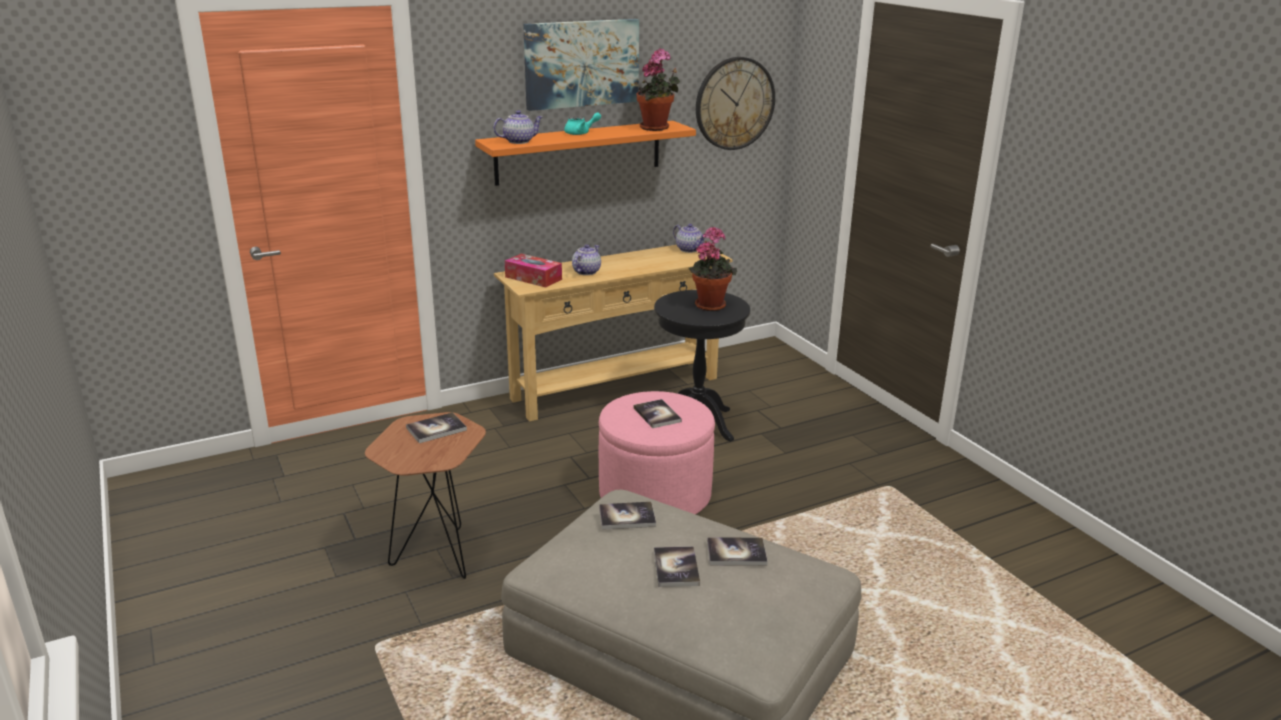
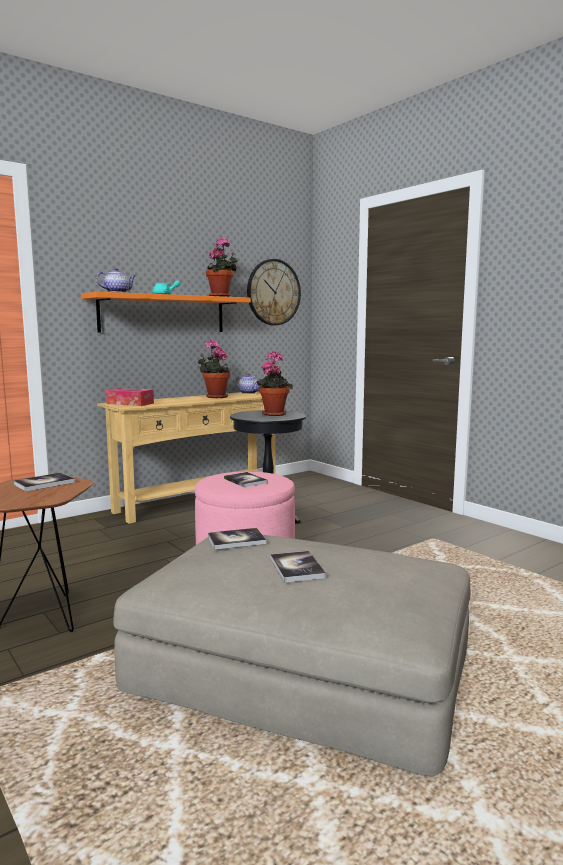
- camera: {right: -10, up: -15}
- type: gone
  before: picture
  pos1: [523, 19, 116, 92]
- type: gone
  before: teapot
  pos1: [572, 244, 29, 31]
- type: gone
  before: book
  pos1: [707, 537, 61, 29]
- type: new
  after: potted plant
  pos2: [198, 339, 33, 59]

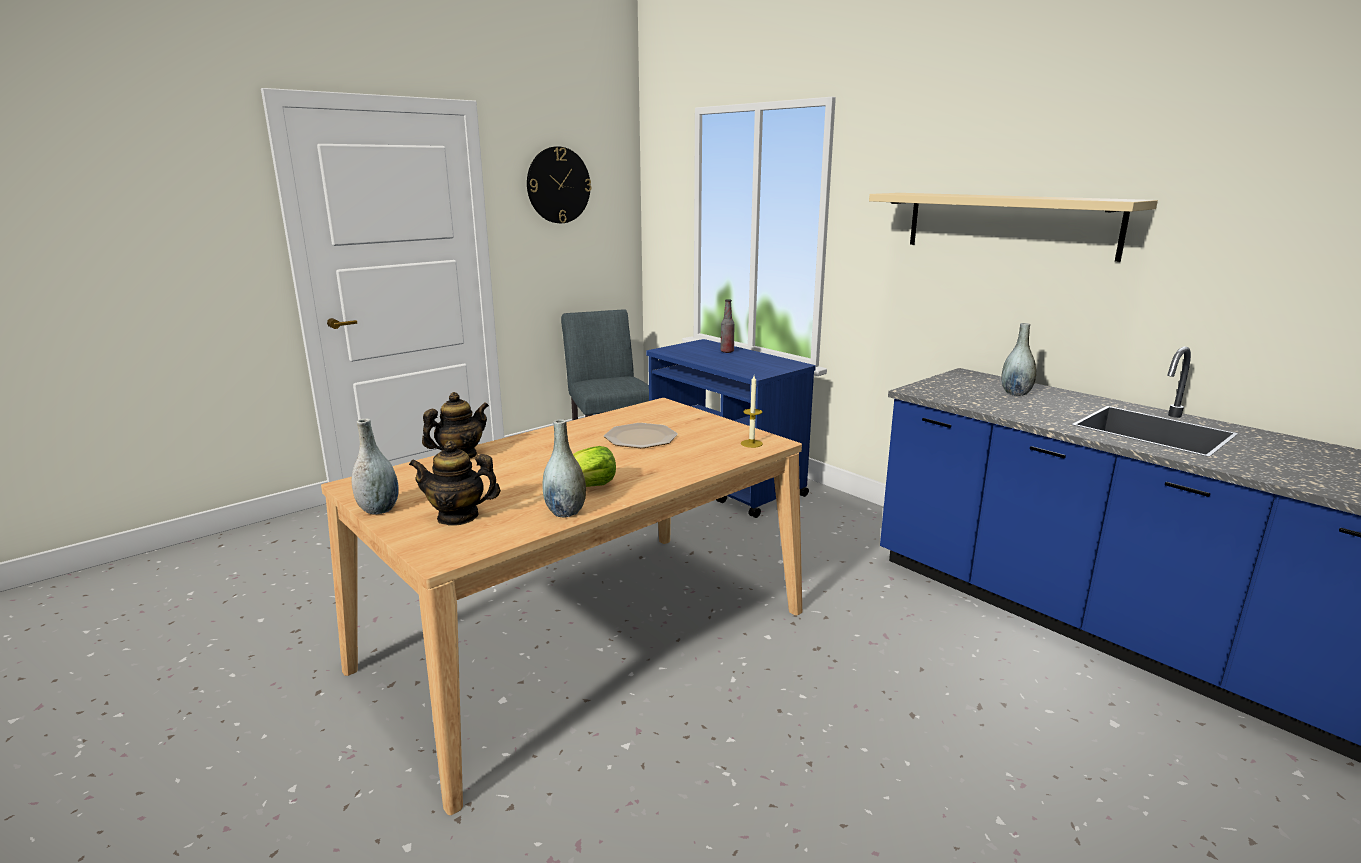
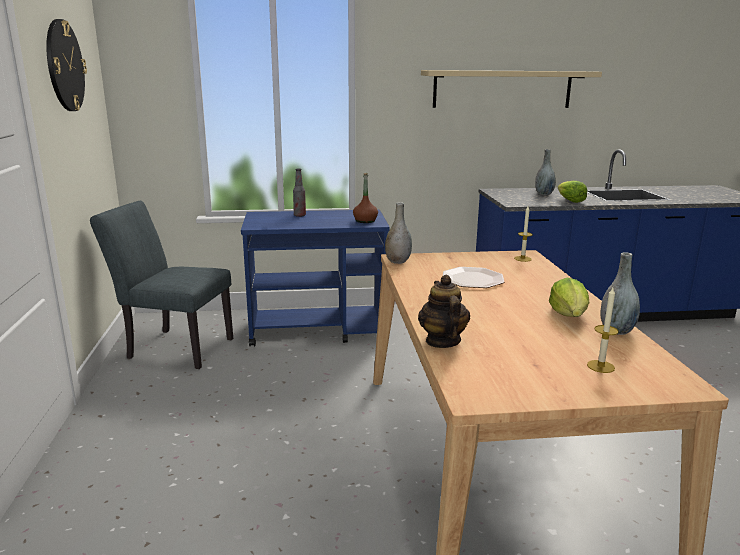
- camera: {right: -55, up: 0}
- type: shifted
  before: grey vase
  pos1: [351, 418, 48, 96]
  pos2: [385, 202, 27, 62]
- type: swapped
  before: teapot
  after: candle
  pos1: [409, 441, 92, 85]
  pos2: [587, 288, 32, 85]
- type: new
  after: brown bottle
  pos2: [353, 173, 25, 50]
- type: new
  after: lettuce
  pos2: [558, 181, 29, 22]

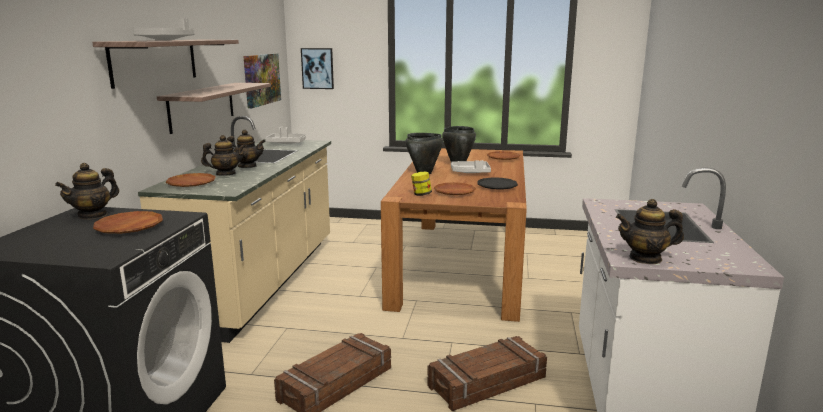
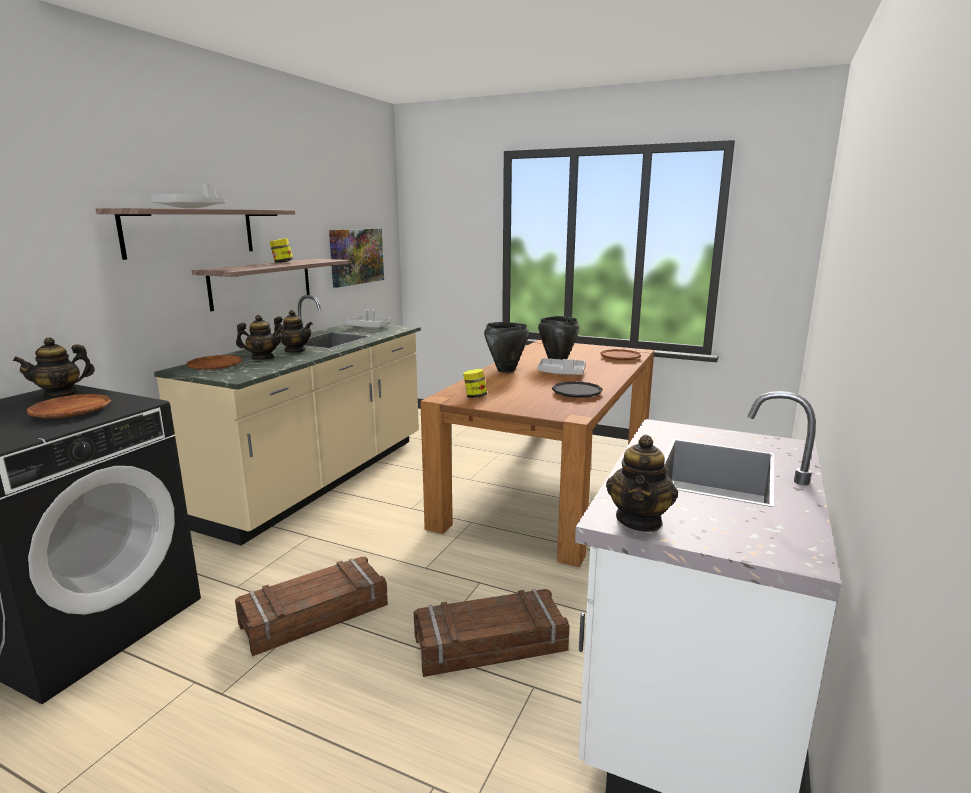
- camera: {right: 15, up: 0}
- type: gone
  before: picture
  pos1: [301, 48, 33, 41]
- type: gone
  before: brown plate
  pos1: [434, 182, 42, 13]
- type: rotated
  before: teapot
  pos1: [616, 199, 68, 65]
  pos2: [606, 434, 72, 98]
  turn: -90
- type: new
  after: jar
  pos2: [269, 238, 24, 25]

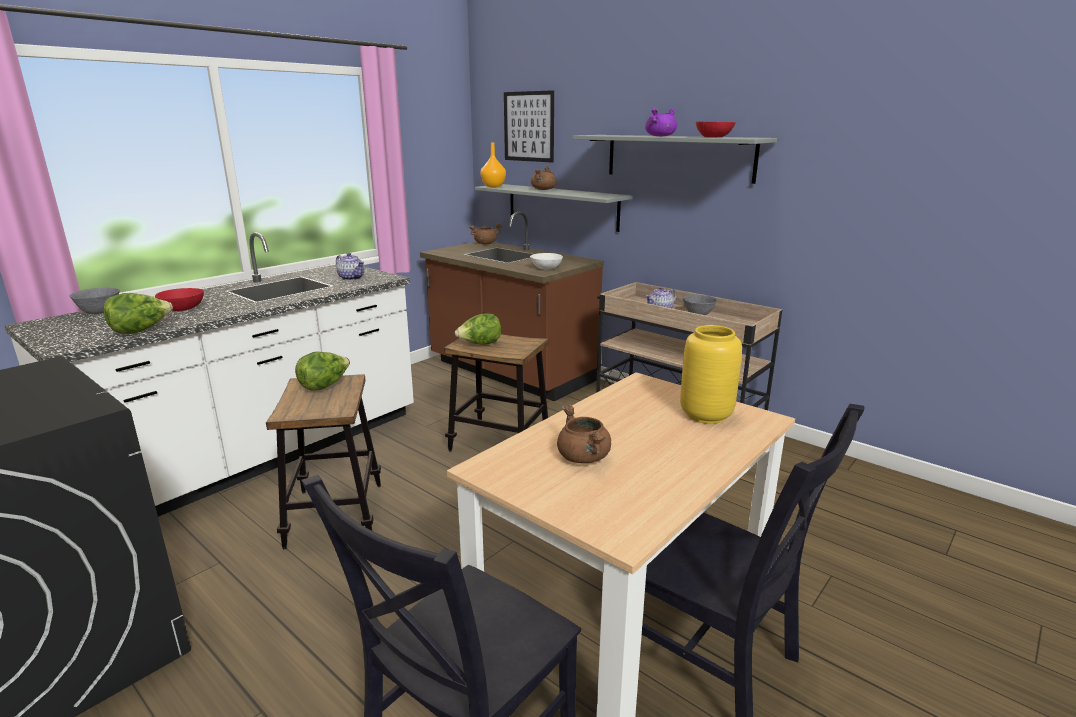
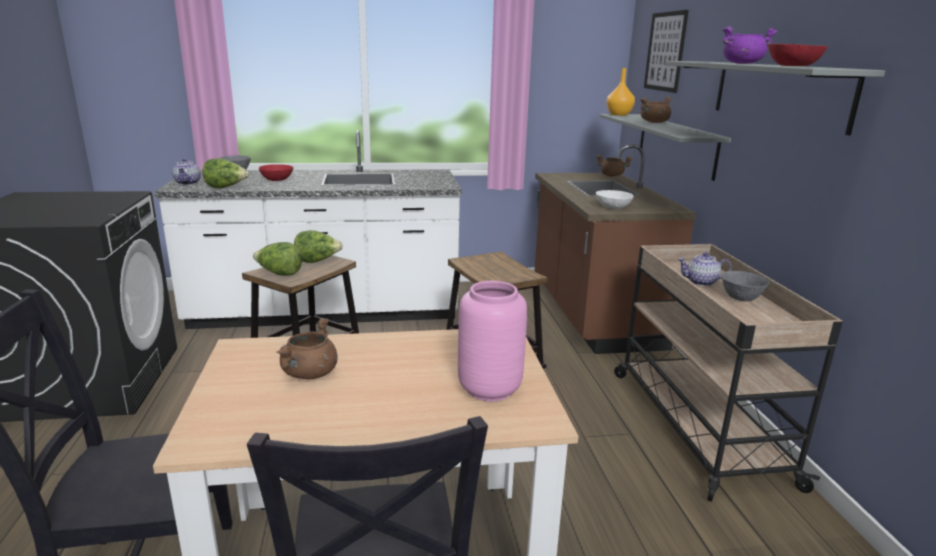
- camera: {right: 40, up: 0}
- type: shifted
  before: teapot
  pos1: [336, 253, 28, 28]
  pos2: [172, 158, 29, 27]
- type: shifted
  before: lettuce
  pos1: [455, 313, 46, 32]
  pos2: [253, 242, 49, 34]
- type: repainted
  before: yellow vase
  after: pink vase
  pos1: [680, 325, 62, 99]
  pos2: [458, 281, 69, 120]

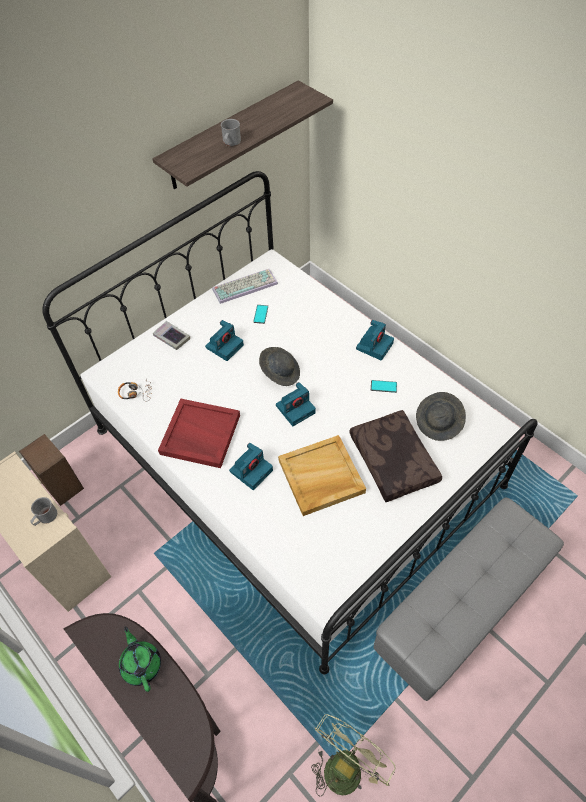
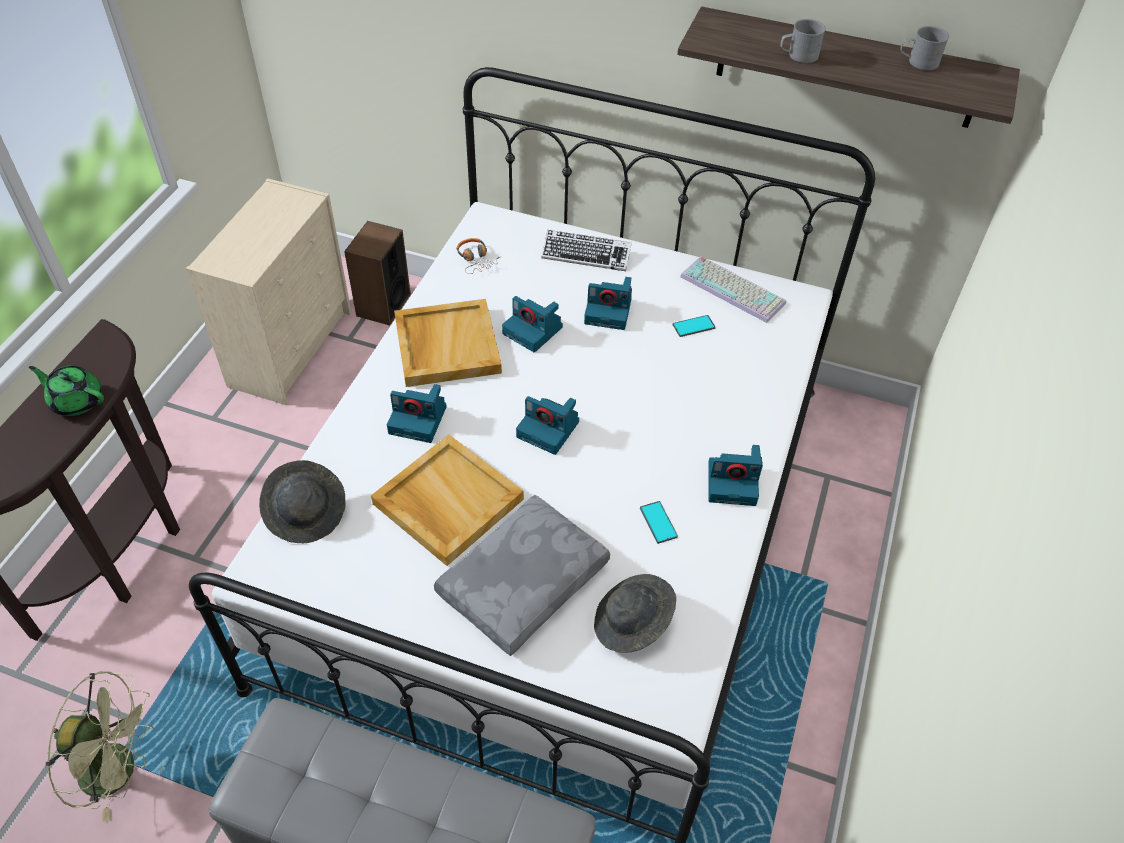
- camera: {right: 60, up: -5}
- type: shifted
  before: grey mug
  pos1: [30, 497, 27, 29]
  pos2: [901, 26, 48, 44]
- type: rotated
  before: green teapot
  pos1: [119, 626, 42, 66]
  pos2: [29, 366, 75, 50]
  turn: -105
- type: swapped
  before: book
  after: keyboard
  pos1: [153, 321, 37, 29]
  pos2: [541, 230, 91, 41]
- type: repainted
  before: red tray
  after: beige tray
  pos1: [158, 398, 82, 70]
  pos2: [394, 299, 108, 88]
- type: shifted
  before: grey hat
  pos1: [259, 347, 41, 39]
  pos2: [259, 460, 87, 83]
- type: repainted
  before: brown pillow
  after: grey pillow
  pos1: [349, 410, 93, 92]
  pos2: [434, 495, 176, 161]
- type: new
  after: photo camera
  pos2: [502, 296, 61, 56]

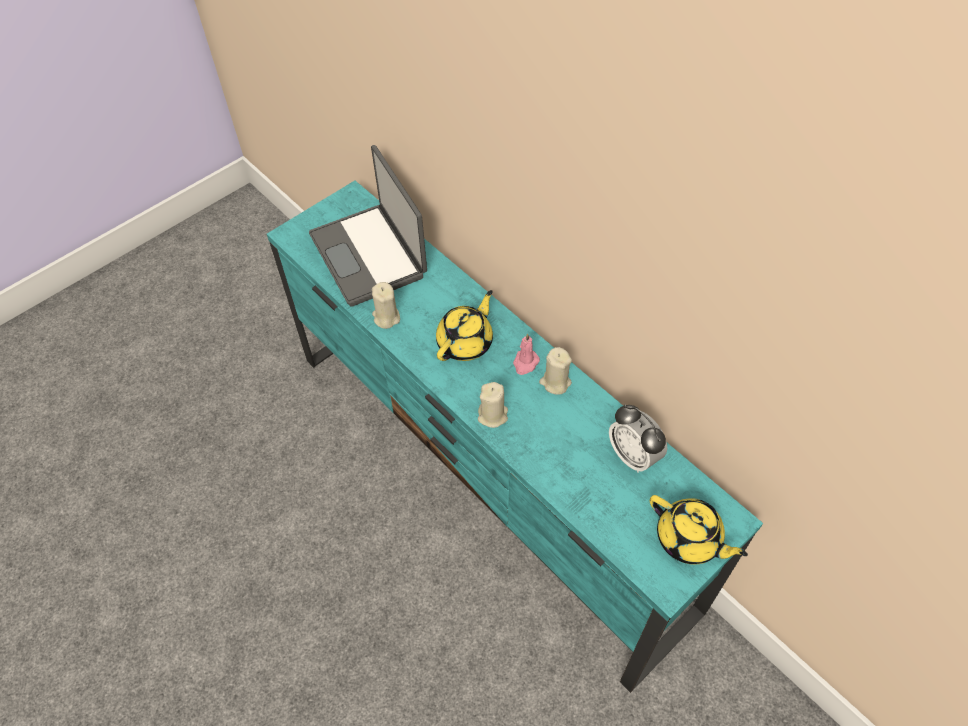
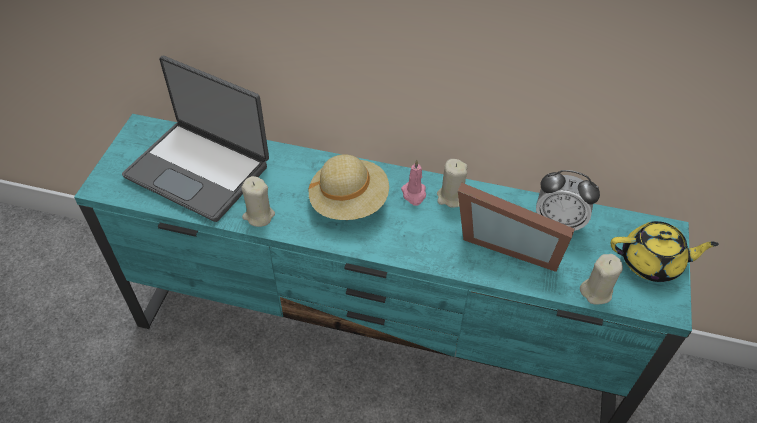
- camera: {right: -35, up: -5}
- type: swapped
  before: yellow teapot
  after: beige hat
  pos1: [436, 290, 57, 71]
  pos2: [308, 154, 81, 66]
- type: shifted
  before: beige candle
  pos1: [478, 382, 30, 46]
  pos2: [580, 254, 43, 50]
- type: new
  after: picture frame
  pos2: [458, 183, 117, 89]

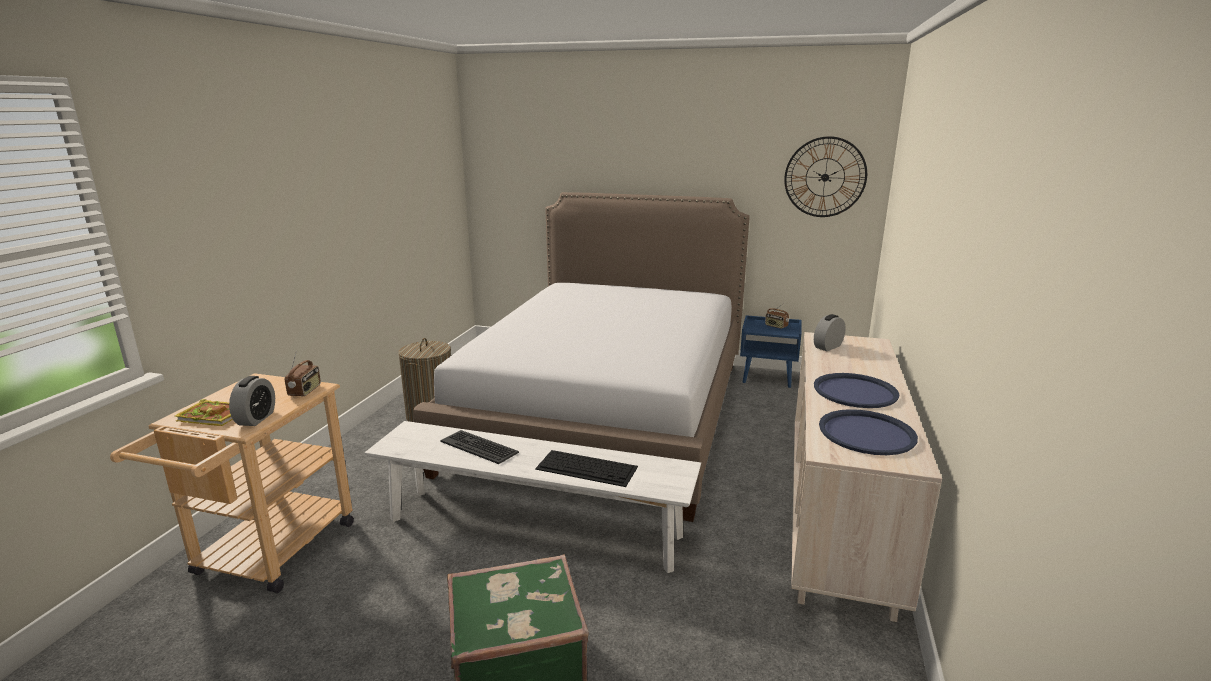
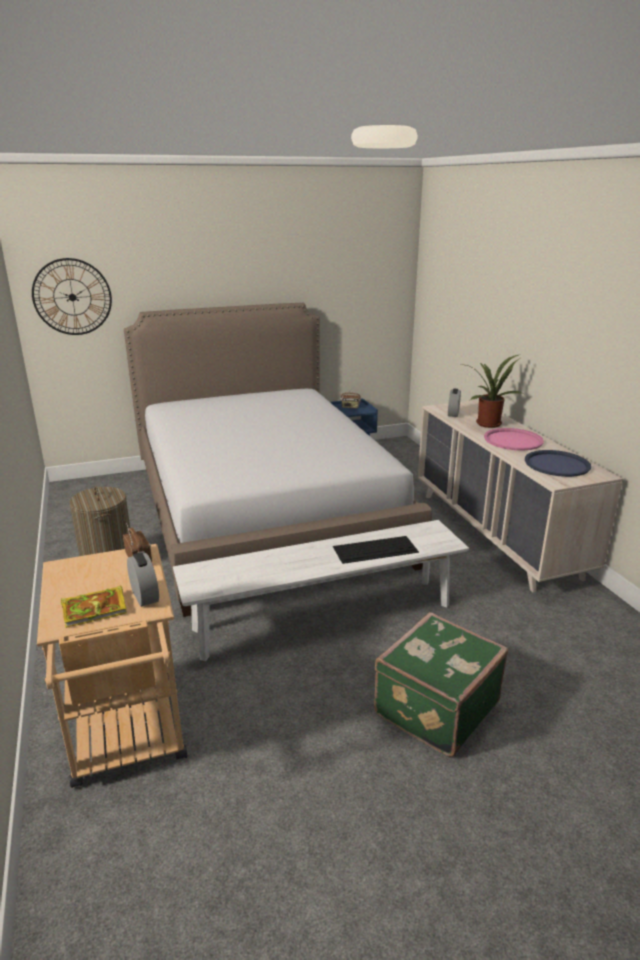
- camera: {right: -35, up: 5}
- type: gone
  before: keyboard
  pos1: [440, 430, 79, 34]
- type: shifted
  before: wall clock
  pos1: [784, 136, 83, 81]
  pos2: [32, 258, 80, 77]
- type: repainted
  before: blue tray
  after: pink tray
  pos1: [814, 373, 85, 35]
  pos2: [484, 428, 60, 22]
- type: new
  after: potted plant
  pos2: [459, 355, 65, 73]

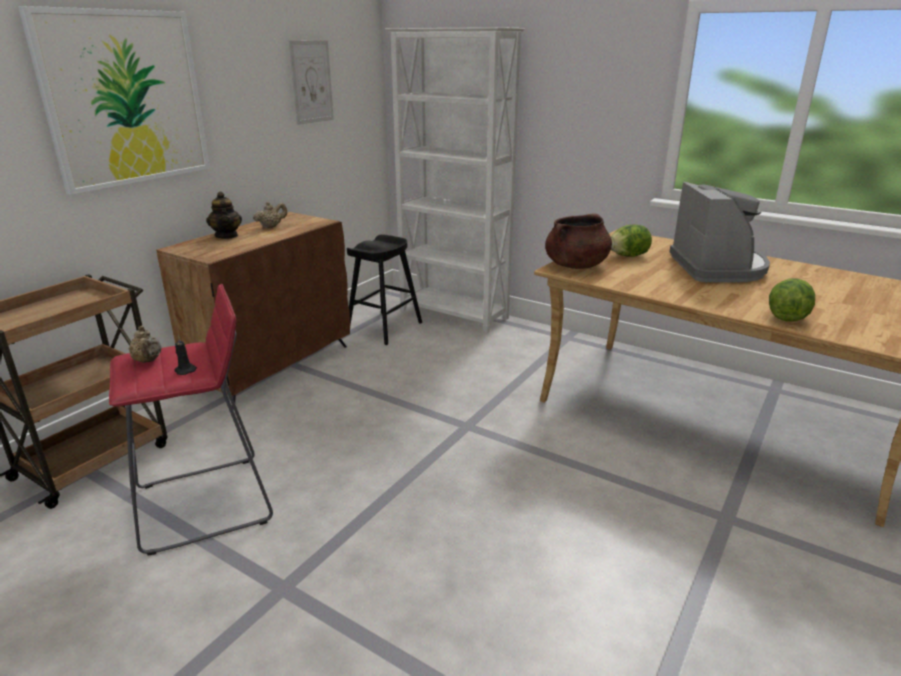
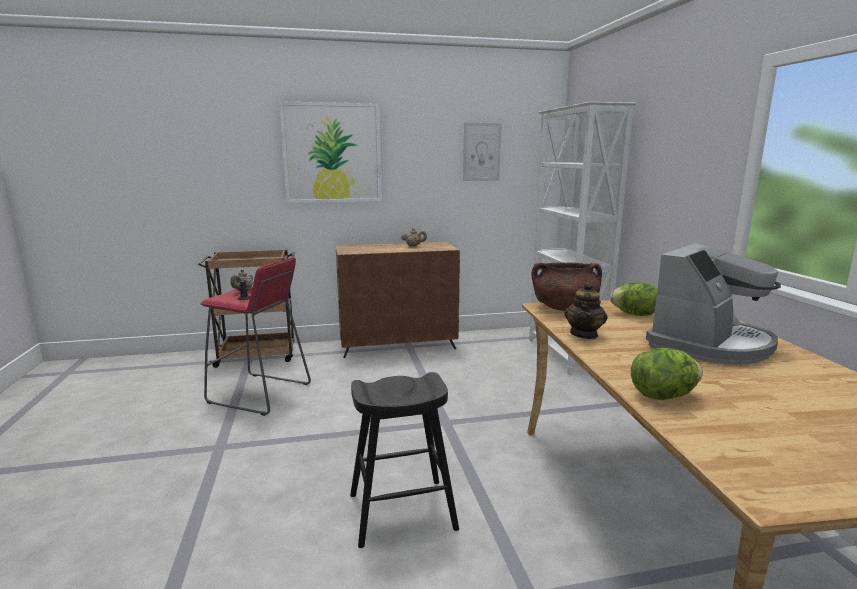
- camera: {right: 45, up: -10}
- type: shifted
  before: teapot
  pos1: [206, 192, 36, 47]
  pos2: [564, 282, 44, 57]
- type: shifted
  before: black stool
  pos1: [347, 234, 75, 111]
  pos2: [350, 372, 109, 176]

